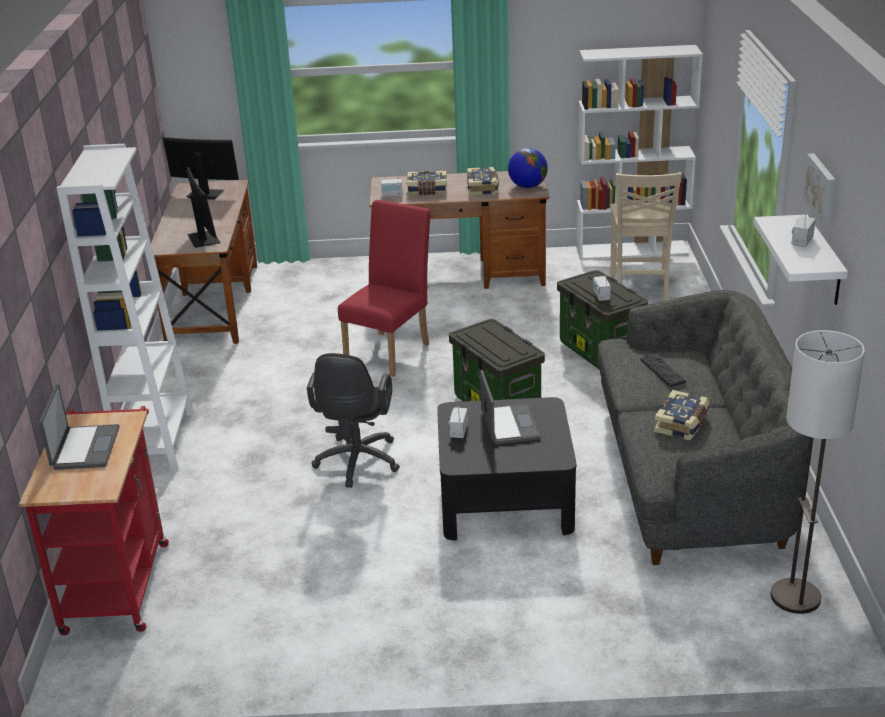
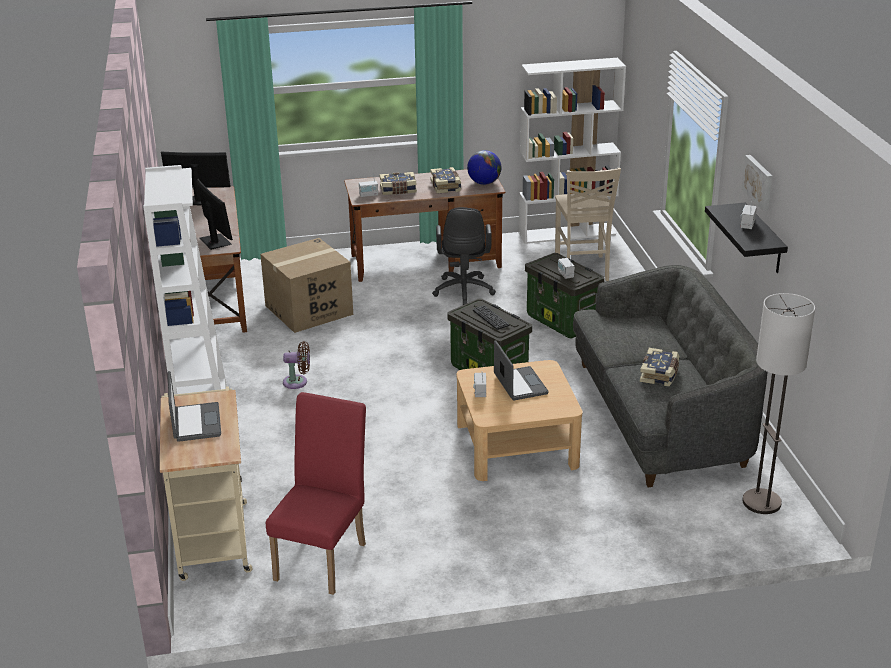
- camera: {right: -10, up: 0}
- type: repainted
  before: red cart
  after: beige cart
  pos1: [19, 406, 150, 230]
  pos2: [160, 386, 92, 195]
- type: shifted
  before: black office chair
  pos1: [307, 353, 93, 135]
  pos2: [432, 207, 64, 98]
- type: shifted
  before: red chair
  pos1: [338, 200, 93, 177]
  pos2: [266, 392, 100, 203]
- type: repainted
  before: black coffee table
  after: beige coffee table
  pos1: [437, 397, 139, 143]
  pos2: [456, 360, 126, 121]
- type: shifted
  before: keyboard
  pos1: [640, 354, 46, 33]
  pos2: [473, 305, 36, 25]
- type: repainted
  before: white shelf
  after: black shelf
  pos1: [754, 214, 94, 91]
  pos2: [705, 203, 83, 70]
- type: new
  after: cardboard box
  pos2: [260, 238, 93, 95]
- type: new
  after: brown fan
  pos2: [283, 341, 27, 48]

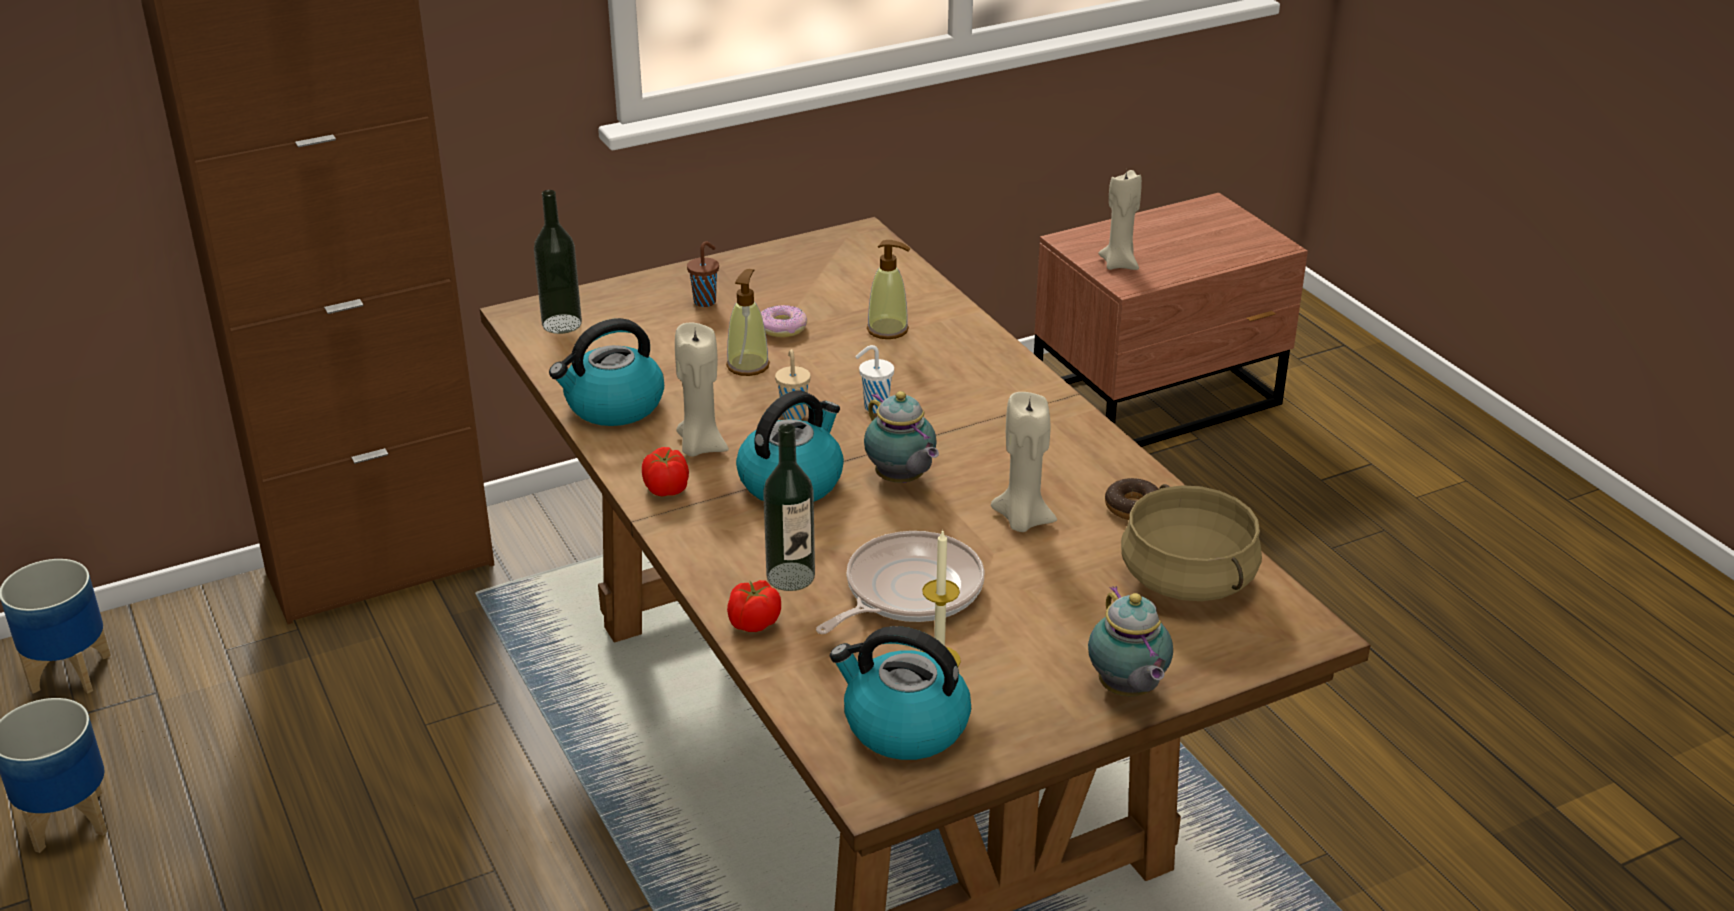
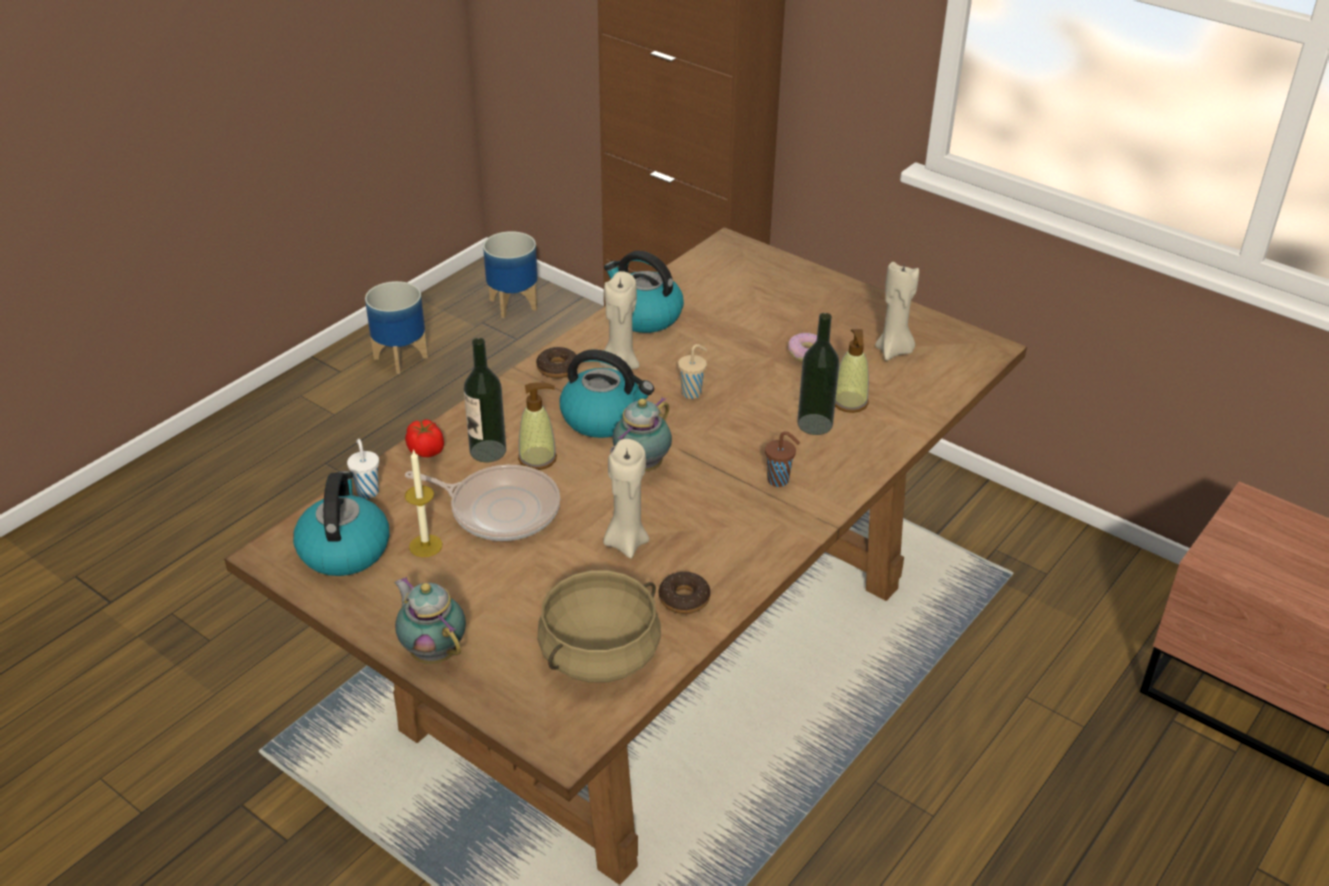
- camera: {right: 65, up: 5}
- type: shifted
  before: bottle
  pos1: [534, 190, 48, 144]
  pos2: [797, 313, 43, 122]
- type: swapped
  before: tomato
  after: donut
  pos1: [642, 447, 47, 50]
  pos2: [536, 347, 42, 31]
- type: shifted
  before: brown cup
  pos1: [687, 242, 32, 65]
  pos2: [765, 431, 35, 56]
- type: shifted
  before: soap dispenser
  pos1: [726, 269, 44, 107]
  pos2: [518, 383, 39, 87]
- type: shifted
  before: white cup
  pos1: [855, 345, 39, 68]
  pos2: [347, 439, 32, 60]
- type: rotated
  before: teapot
  pos1: [1088, 586, 85, 111]
  pos2: [395, 577, 71, 87]
  turn: 90
- type: shifted
  before: beige candle
  pos1: [1098, 170, 44, 100]
  pos2: [875, 262, 44, 99]

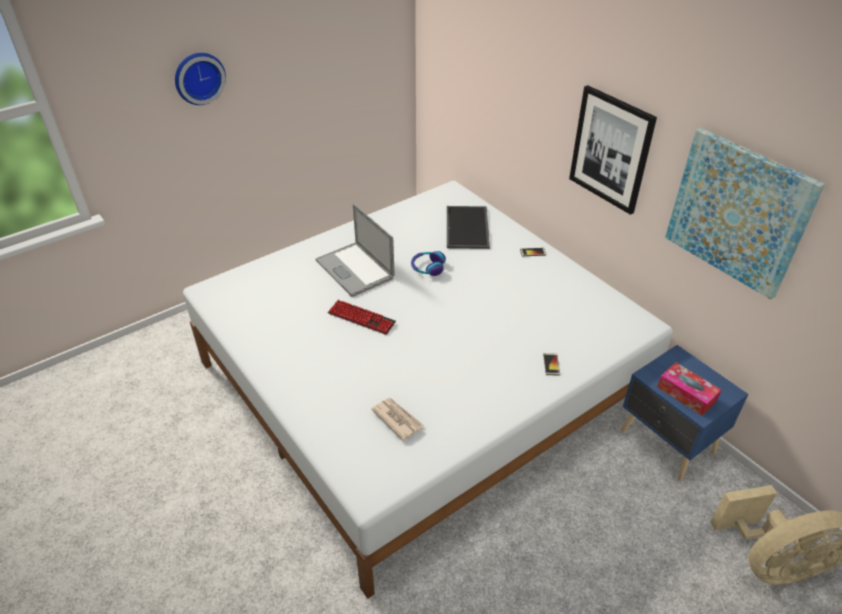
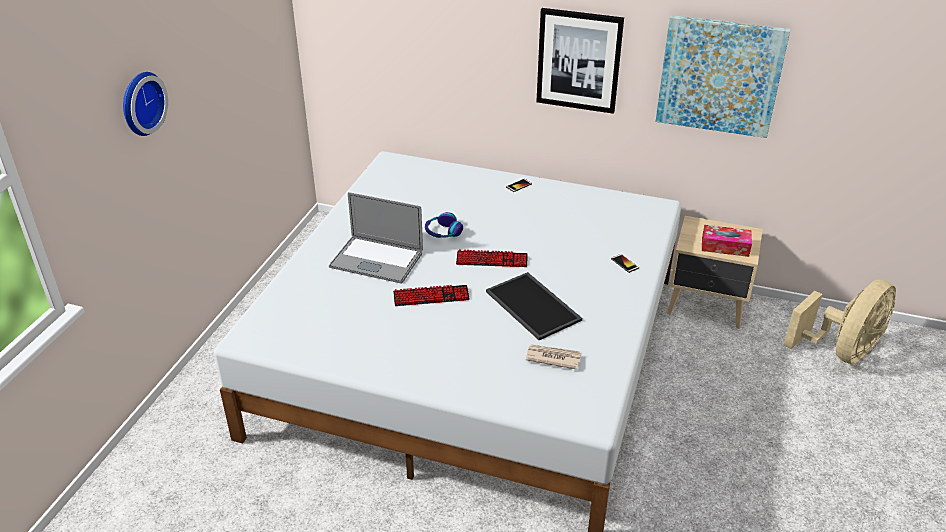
- camera: {right: -35, up: -5}
- type: shifted
  before: tray
  pos1: [447, 206, 43, 43]
  pos2: [486, 272, 96, 68]
- type: repainted
  before: blue nightstand
  after: beige nightstand
  pos1: [620, 345, 128, 136]
  pos2: [667, 216, 96, 113]
- type: new
  after: keyboard
  pos2: [456, 250, 72, 17]

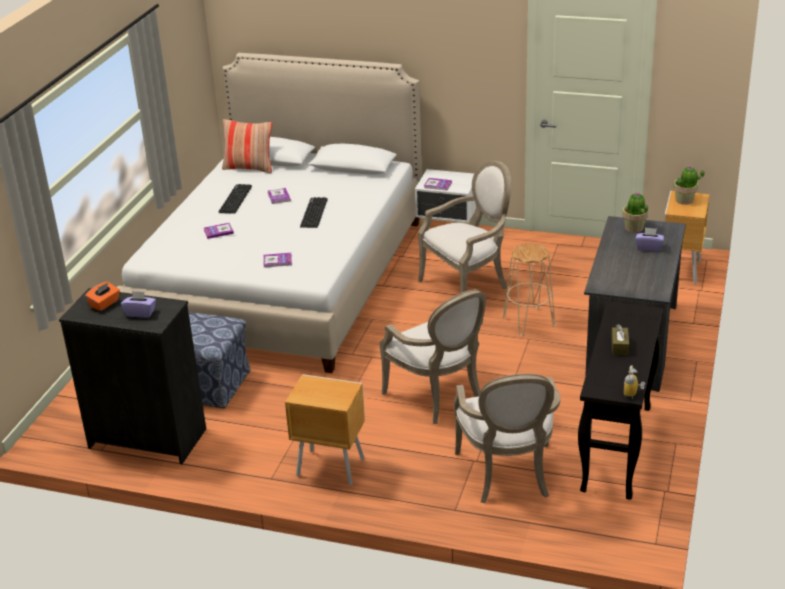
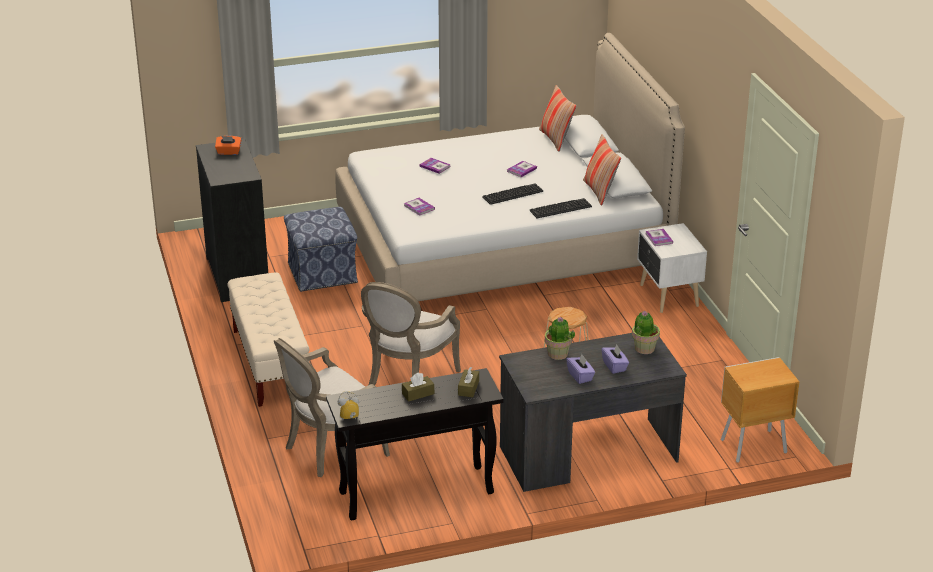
- camera: {right: 55, up: 0}
- type: shifted
  before: purple tissue box
  pos1: [121, 291, 35, 27]
  pos2: [566, 354, 29, 30]
- type: shifted
  before: keyboard
  pos1: [218, 184, 34, 30]
  pos2: [529, 198, 63, 20]
- type: swapped
  before: brown nightstand
  after: beige bench
  pos1: [285, 374, 80, 112]
  pos2: [227, 272, 82, 135]
- type: gone
  before: armchair
  pos1: [418, 161, 93, 132]
- type: shifted
  before: potted plant
  pos1: [674, 165, 30, 40]
  pos2: [545, 316, 30, 44]
- type: new
  after: brown tissue box
  pos2: [458, 367, 21, 30]
- type: new
  after: pillow
  pos2: [583, 134, 38, 71]

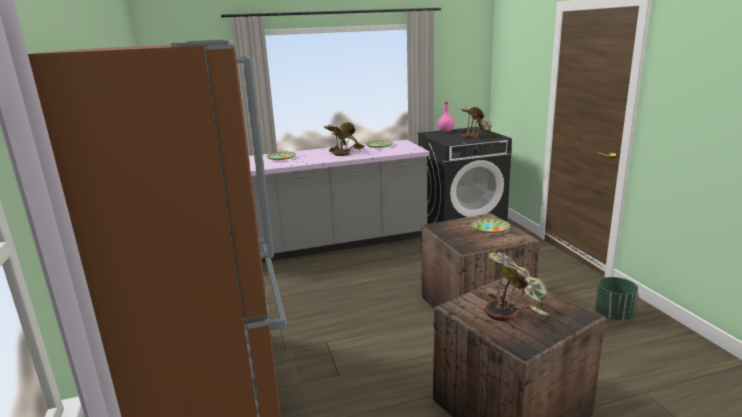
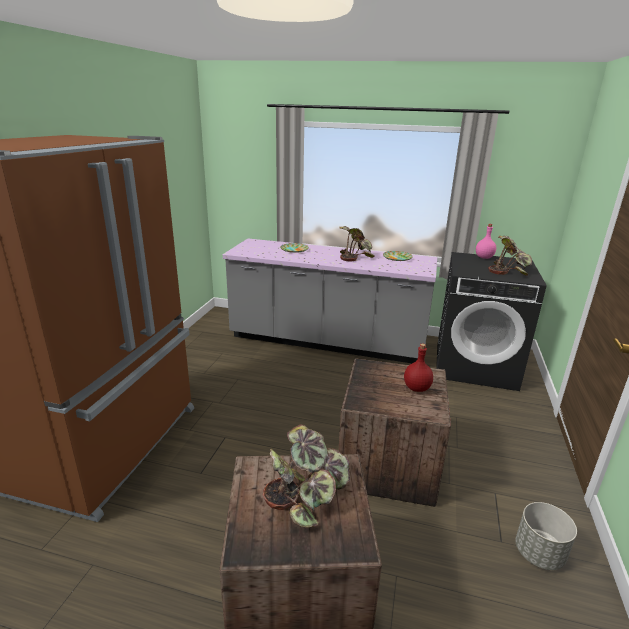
- camera: {right: 30, up: 5}
- type: swapped
  before: plate
  after: red bottle
  pos1: [471, 218, 39, 15]
  pos2: [404, 344, 29, 48]
- type: repainted
  before: green planter
  after: grey planter
  pos1: [595, 277, 43, 43]
  pos2: [516, 502, 61, 68]

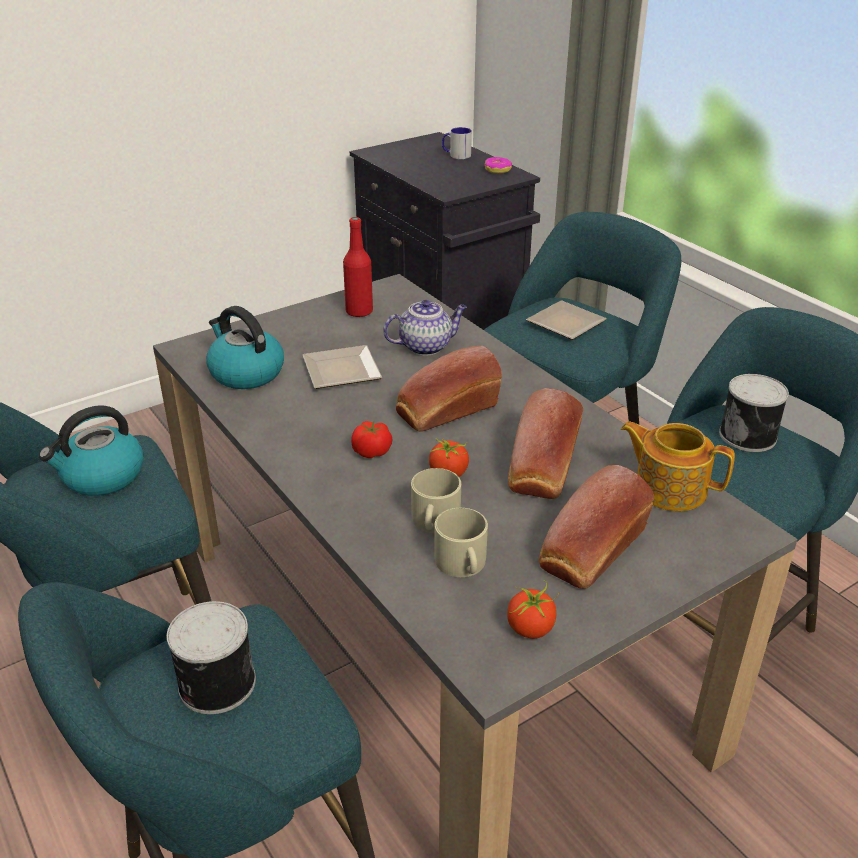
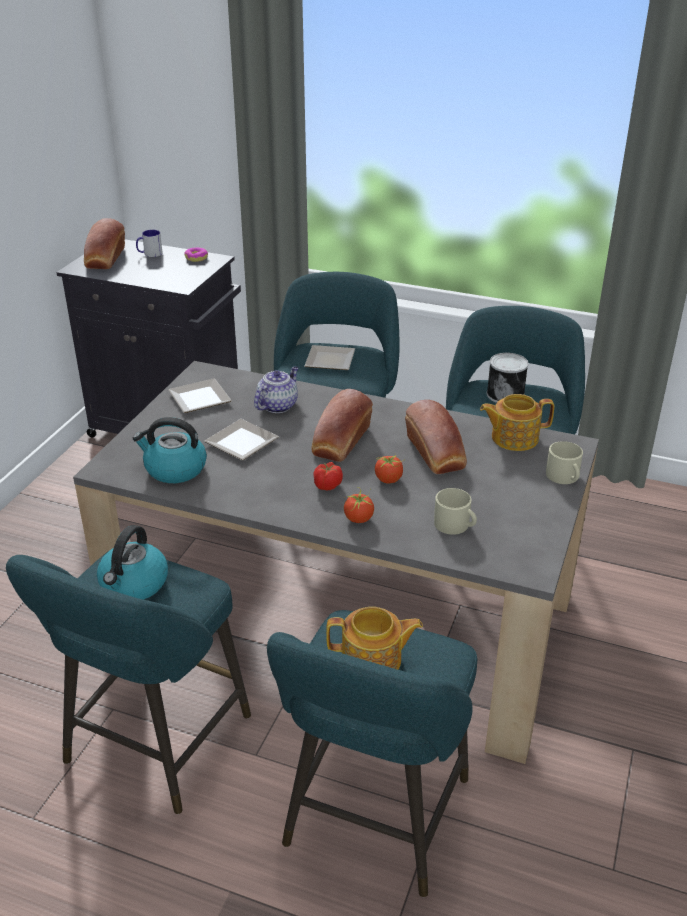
- camera: {right: -35, up: 0}
- type: swapped
  before: can
  after: teapot
  pos1: [167, 601, 89, 113]
  pos2: [326, 607, 97, 63]
- type: swapped
  before: red bottle
  after: plate
  pos1: [343, 217, 30, 100]
  pos2: [168, 378, 64, 35]
- type: shifted
  before: beige mug
  pos1: [411, 468, 50, 65]
  pos2: [546, 441, 37, 43]
- type: shifted
  before: tomato
  pos1: [507, 580, 53, 59]
  pos2: [344, 487, 30, 36]
- type: shifted
  before: bread
  pos1: [539, 465, 115, 124]
  pos2: [84, 218, 41, 51]

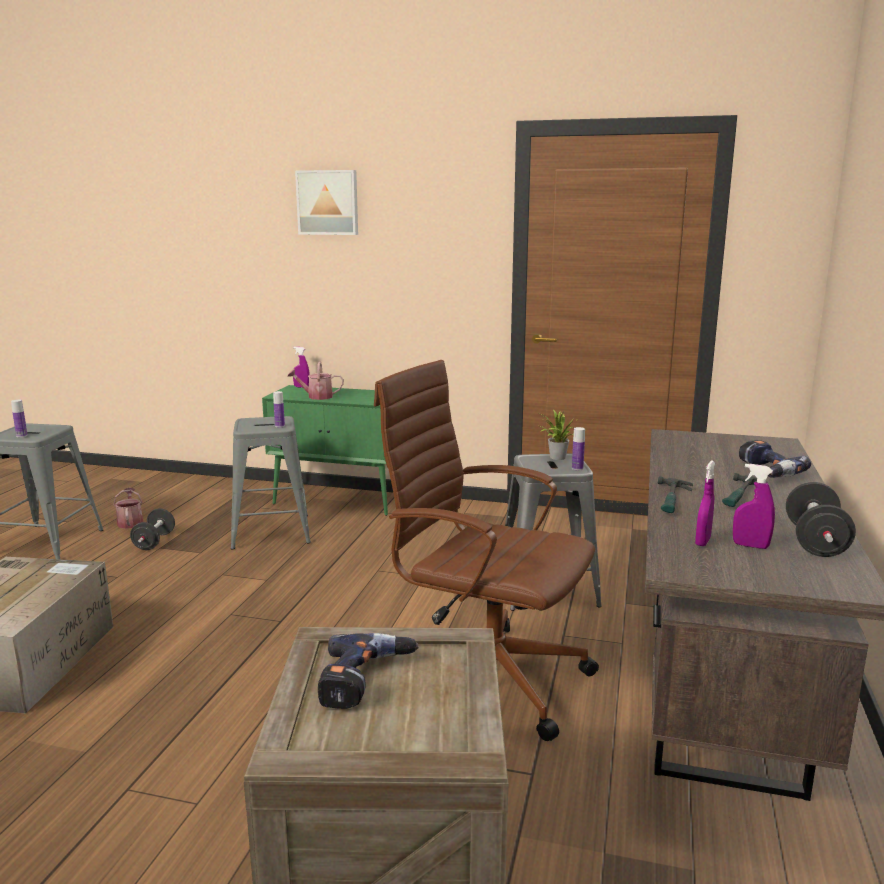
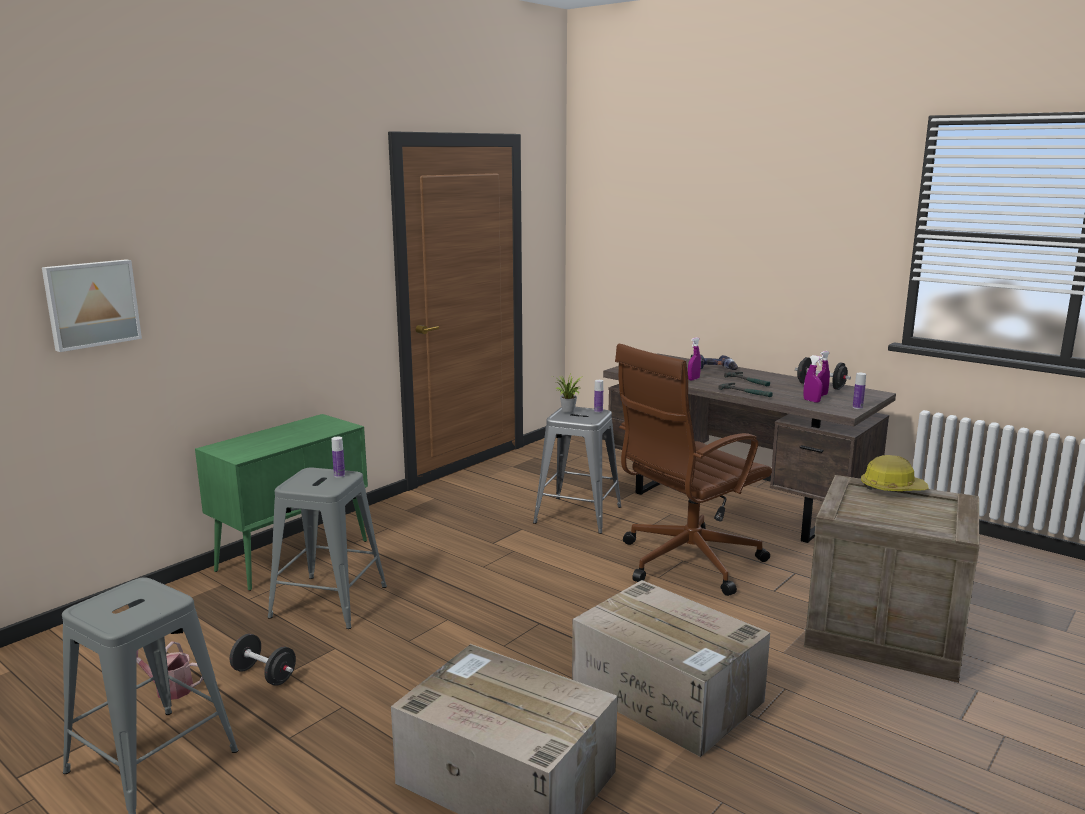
- camera: {right: -65, up: 0}
- type: shifted
  before: bottle
  pos1: [11, 400, 17, 37]
  pos2: [853, 373, 13, 36]
- type: gone
  before: watering can
  pos1: [287, 362, 57, 38]
- type: shifted
  before: purple spray bottle
  pos1: [293, 347, 17, 41]
  pos2: [688, 337, 13, 44]
- type: shifted
  before: picture
  pos1: [295, 170, 63, 65]
  pos2: [42, 259, 100, 93]
- type: gone
  before: power drill
  pos1: [318, 633, 100, 76]
- type: new
  after: cardboard box
  pos2: [572, 580, 198, 177]
- type: new
  after: hard hat
  pos2: [861, 455, 68, 36]

